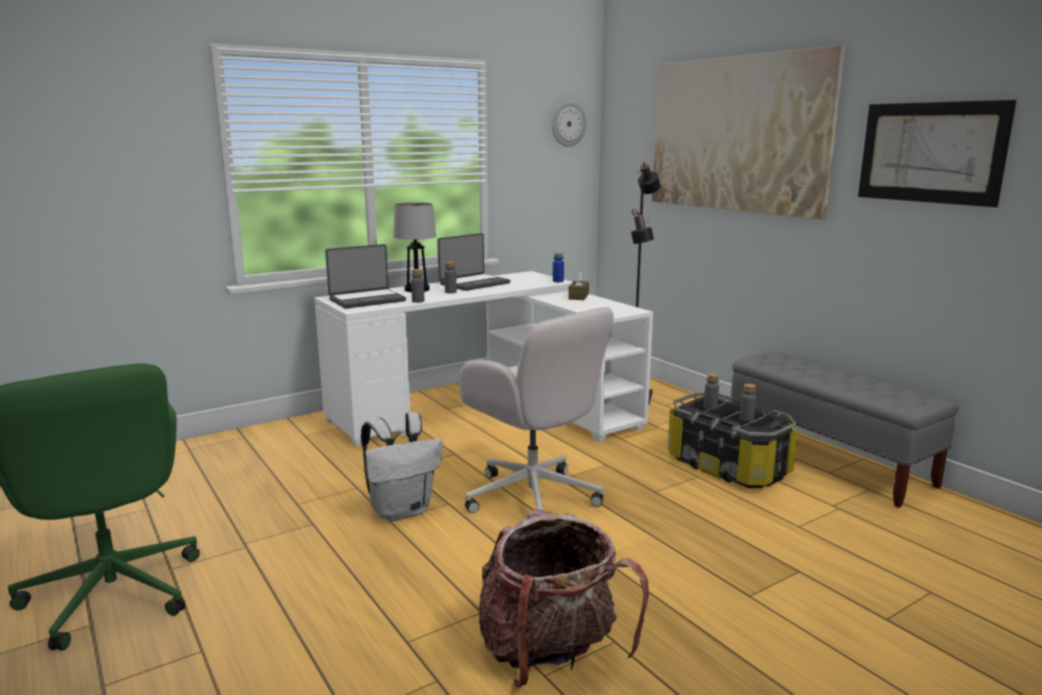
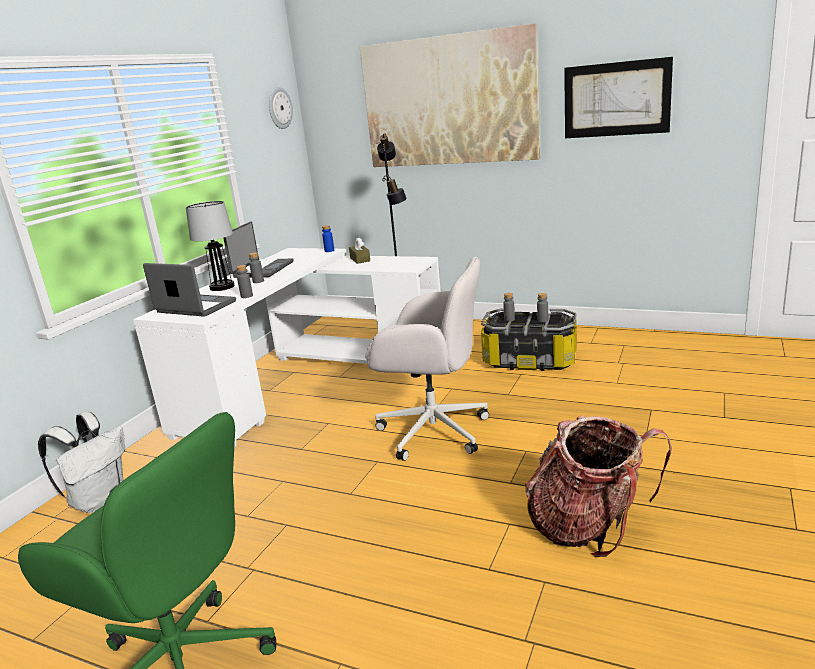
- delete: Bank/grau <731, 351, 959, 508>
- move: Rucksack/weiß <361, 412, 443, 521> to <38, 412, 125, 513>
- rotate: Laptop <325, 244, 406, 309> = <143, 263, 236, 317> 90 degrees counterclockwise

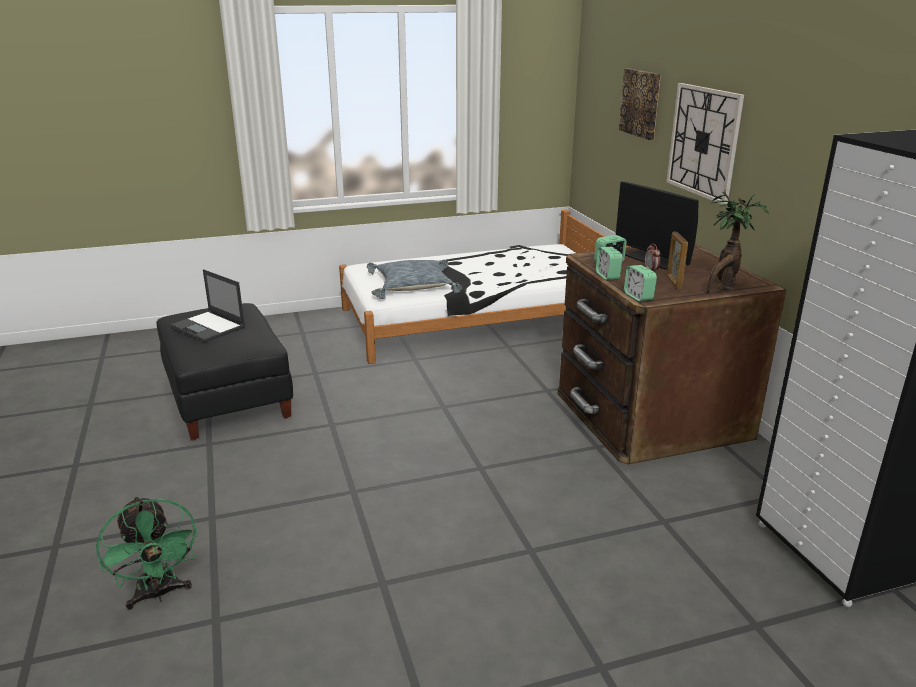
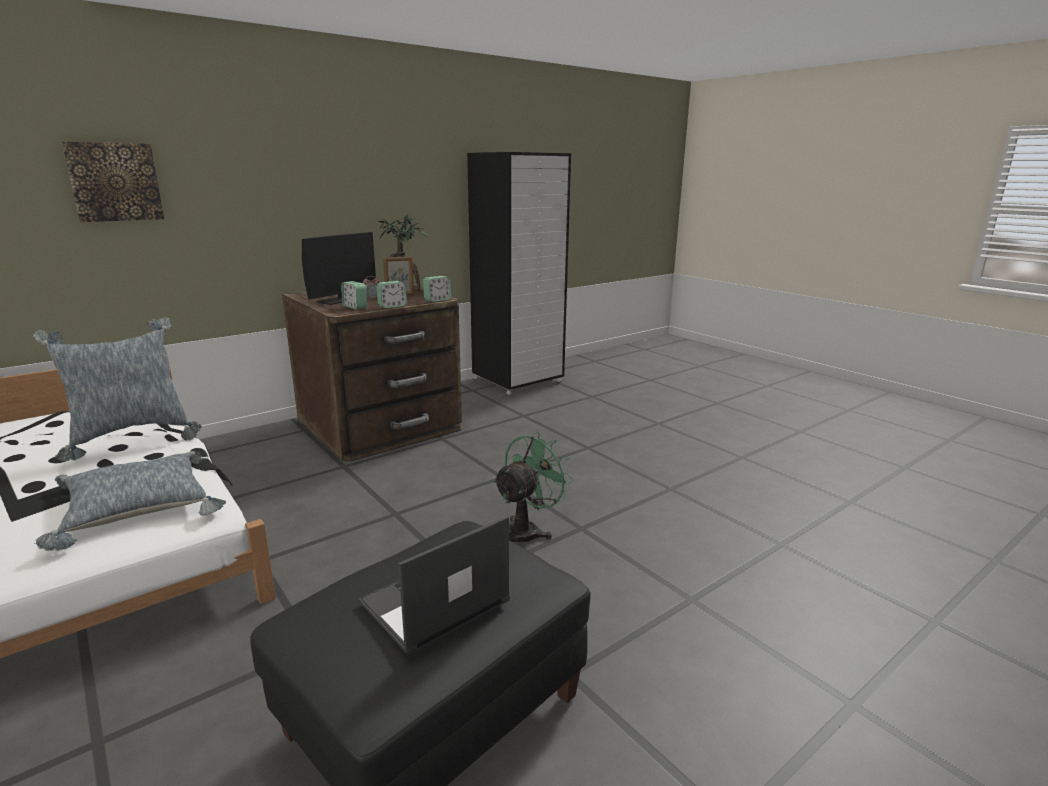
- delete: Wanduhr <666, 83, 744, 205>
- insert: Kissen <32, 317, 202, 461>
- move: Ventilator/grün <96, 496, 198, 610> to <493, 432, 574, 543>
- rotate: Laptop <170, 269, 245, 342> = <358, 516, 510, 656> 150 degrees counterclockwise

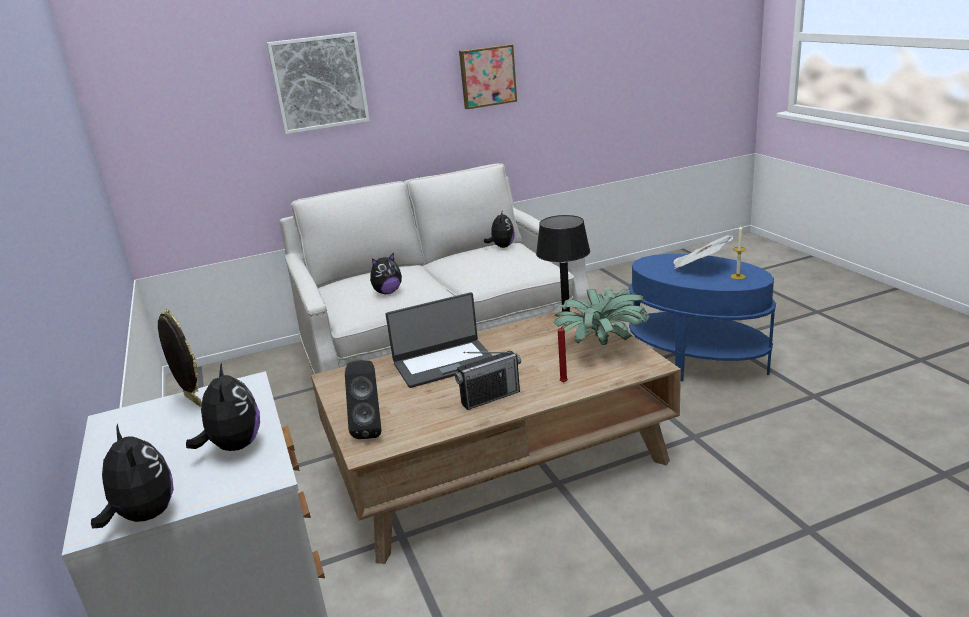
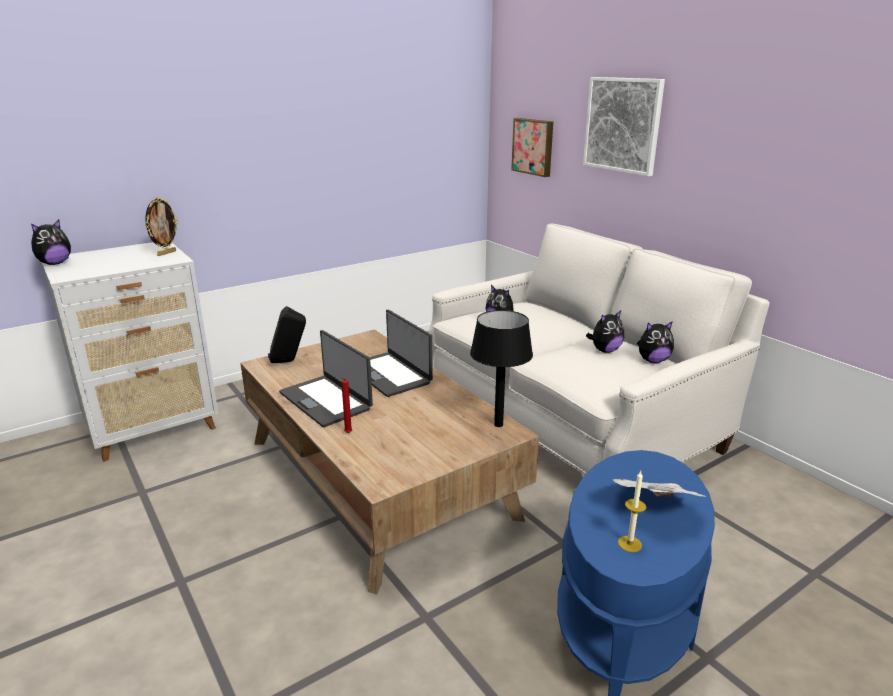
- delete: Topfpflanze <552, 288, 650, 345>
- move: Plüschtier <186, 362, 260, 451> to <586, 311, 624, 353>
- move: Bild <459, 44, 517, 109> to <511, 118, 553, 177>
- replace: Radio <455, 351, 521, 410> to Laptop <279, 330, 373, 427>

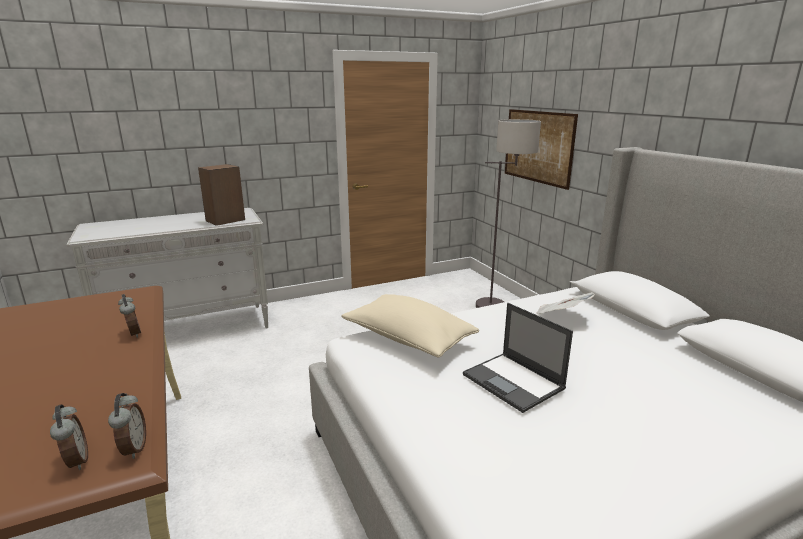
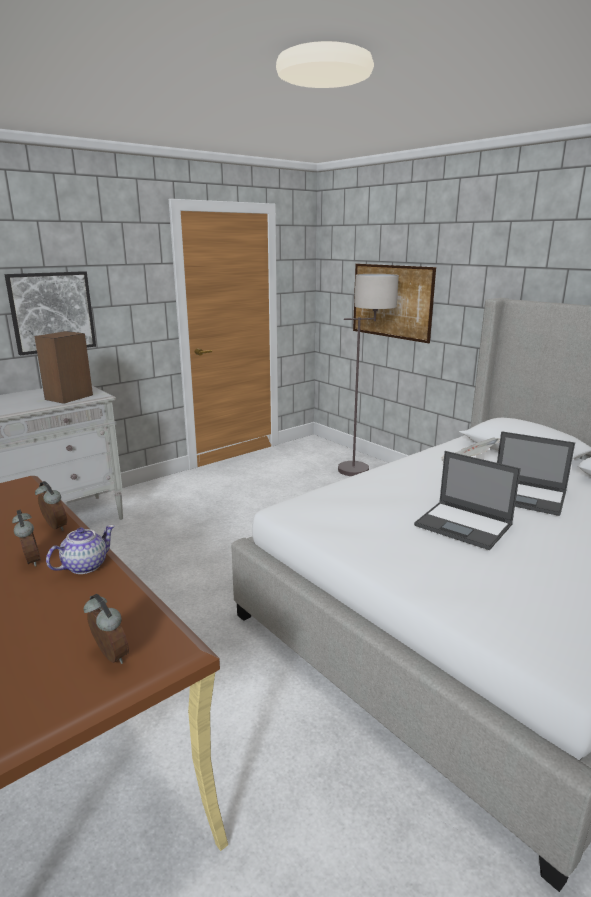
- delete: Kissen/beige <341, 294, 479, 357>
- insert: Bild <4, 271, 96, 355>
- insert: Teekanne <46, 525, 115, 574>
- insert: Laptop <497, 431, 575, 516>
- move: Wecker <108, 393, 146, 459> to <12, 510, 41, 567>

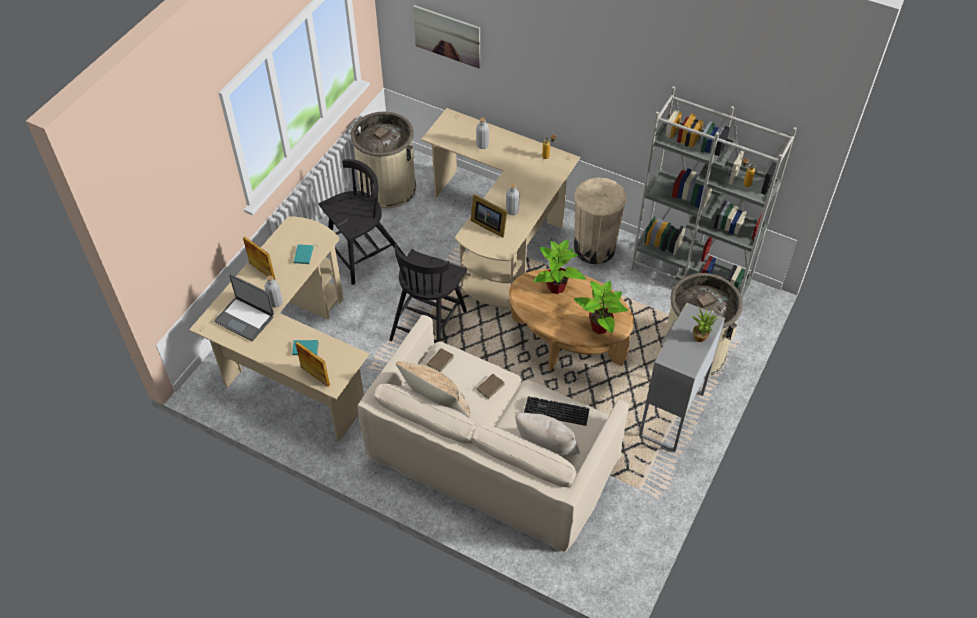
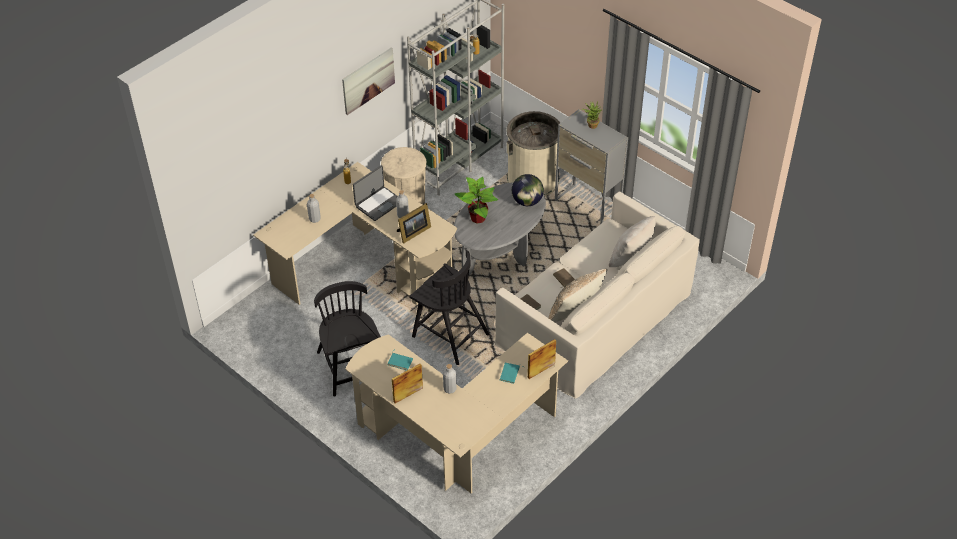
- delete: Mülleimer/beige <350, 112, 416, 208>
- delete: Tastatur <524, 396, 590, 426>
- move: Laptop <214, 274, 274, 341> to <353, 165, 397, 221>
- move: Bild <413, 5, 480, 68> to <342, 48, 395, 115>
- replace: Topfpflanze <574, 281, 628, 334> to Globus <512, 174, 544, 206>
- recolor: Couchtisch/braun <509, 269, 634, 370> to Couchtisch/grau <454, 182, 546, 275>

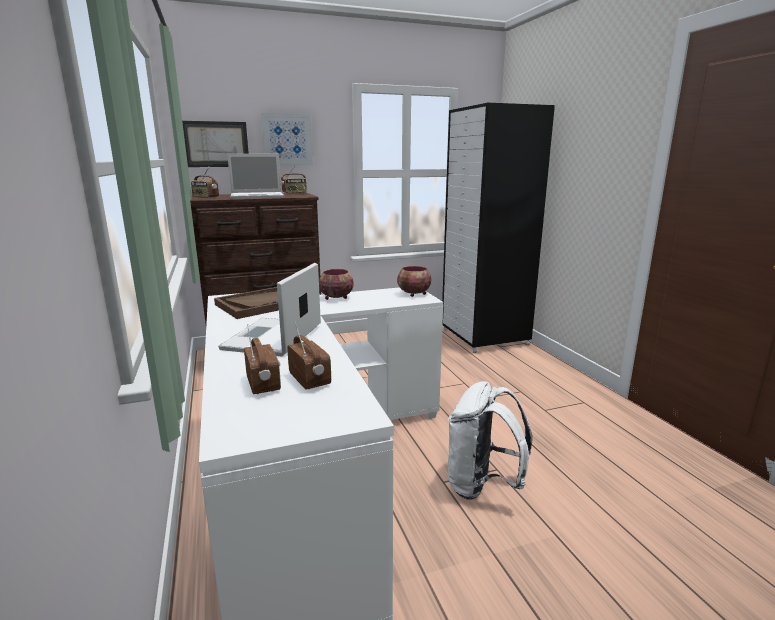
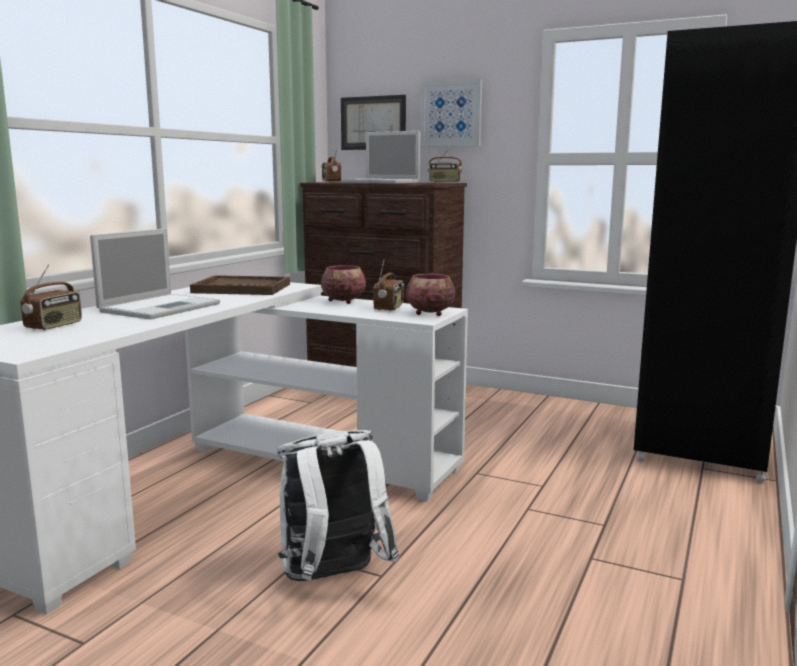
- move: Radio <287, 323, 331, 390> to <374, 261, 404, 311>
- rotate: Laptop <218, 263, 321, 356> = <90, 228, 220, 320> 150 degrees clockwise

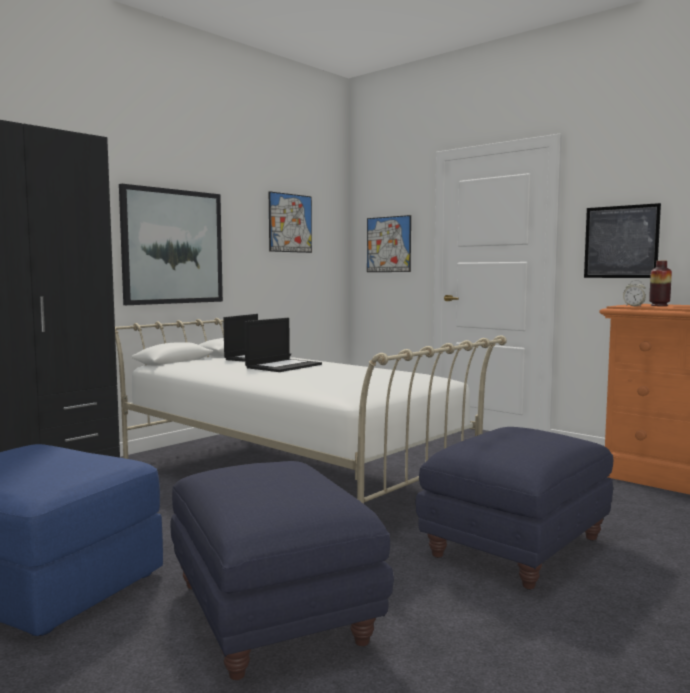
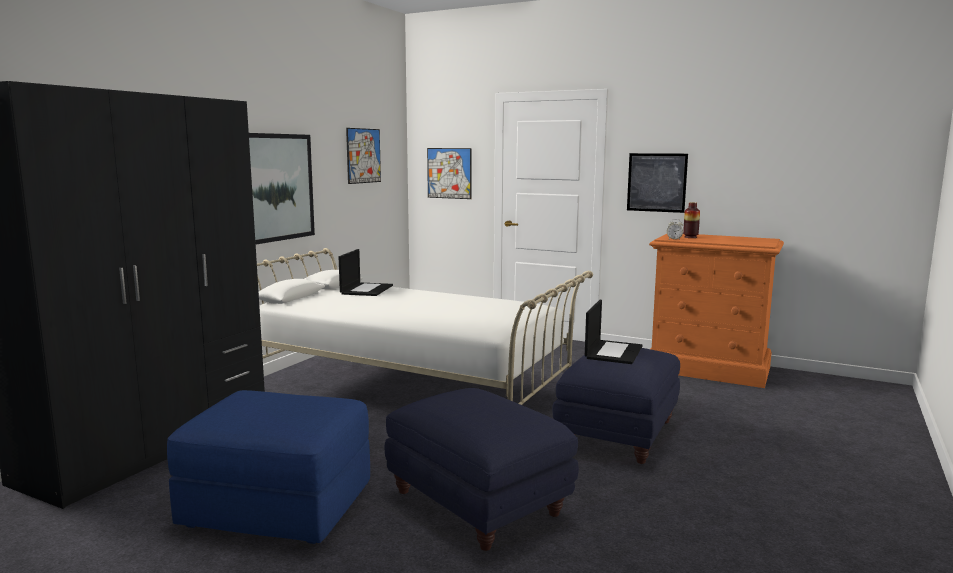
- move: Laptop <244, 318, 322, 372> to <585, 300, 643, 364>

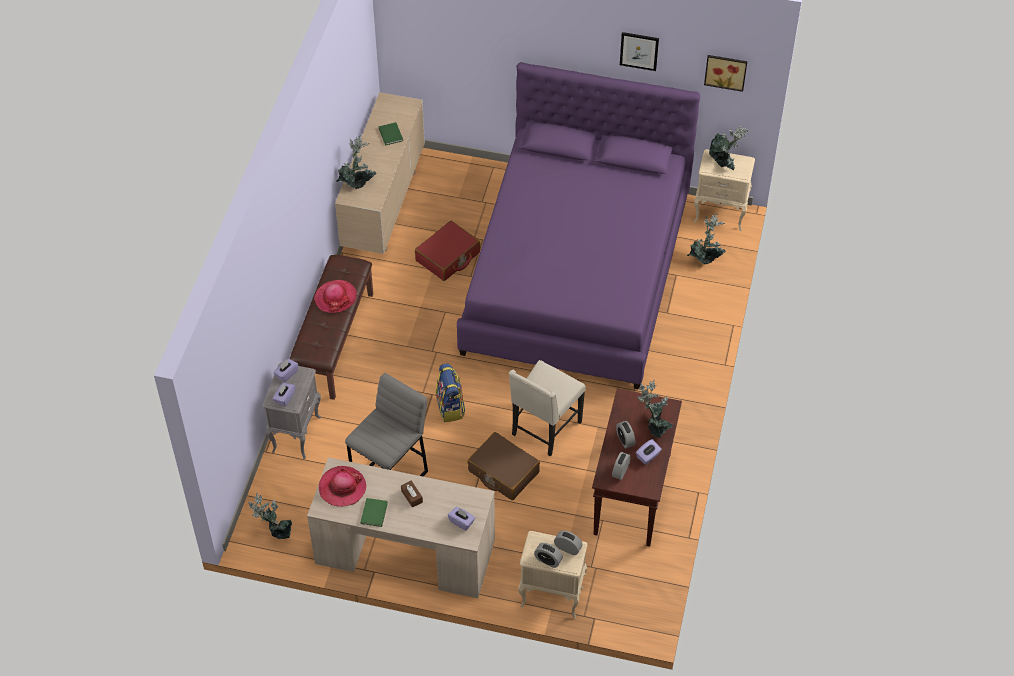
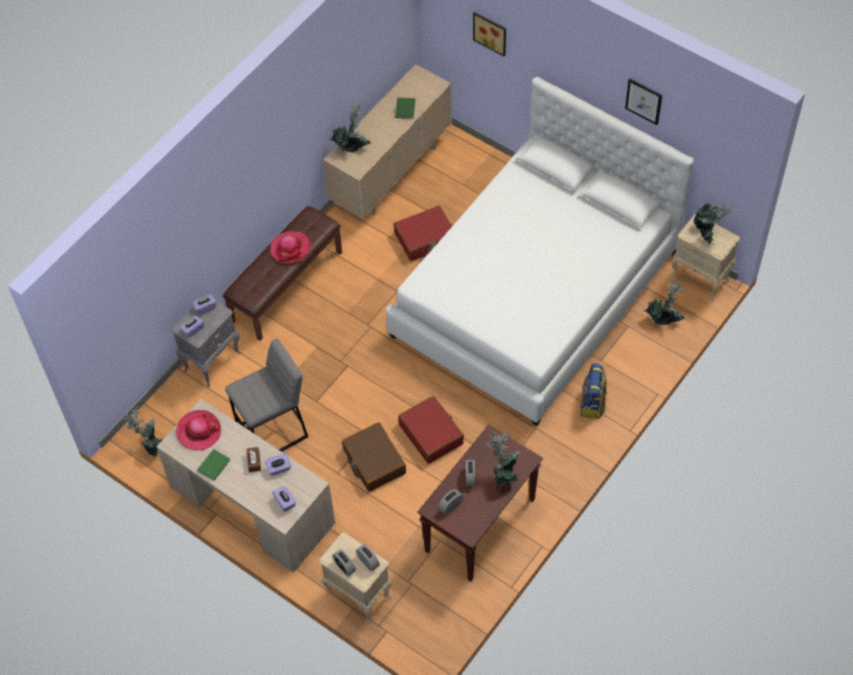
- move: Rucksack <435, 364, 465, 422> to <580, 363, 607, 419>
- move: Taschentuchbox/lila <636, 439, 662, 465> to <265, 454, 291, 476>
- move: Bild <704, 55, 747, 92> to <473, 12, 506, 56>
- replace: Stuhl/beige <509, 360, 586, 457> to Koffer/rot <398, 396, 464, 464>
- recolor: Bett/lila <457, 62, 700, 389> to Bett/weiß <386, 77, 694, 426>

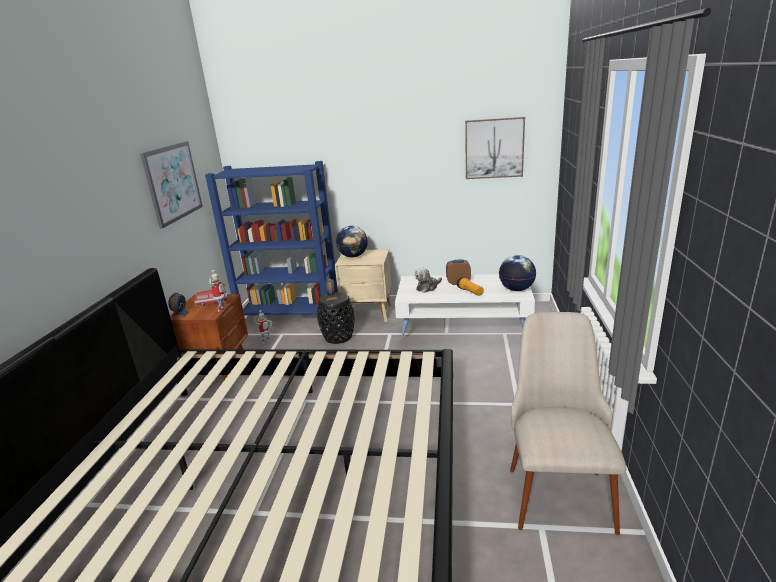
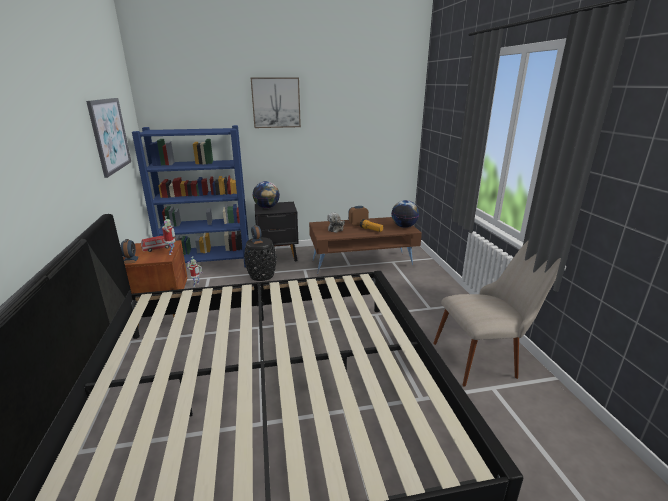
- move: Bild <465, 117, 525, 179> to <250, 77, 301, 128>
- recolor: Nachttisch/beige <335, 249, 392, 322> to Nachttisch/schwarz <255, 202, 299, 262>
- recolor: Couchtisch/weiß <395, 274, 535, 341> to Couchtisch/braun <309, 217, 422, 275>
- rotate: Stuhl/beige <510, 312, 626, 535> = <433, 240, 561, 387> 90 degrees clockwise

